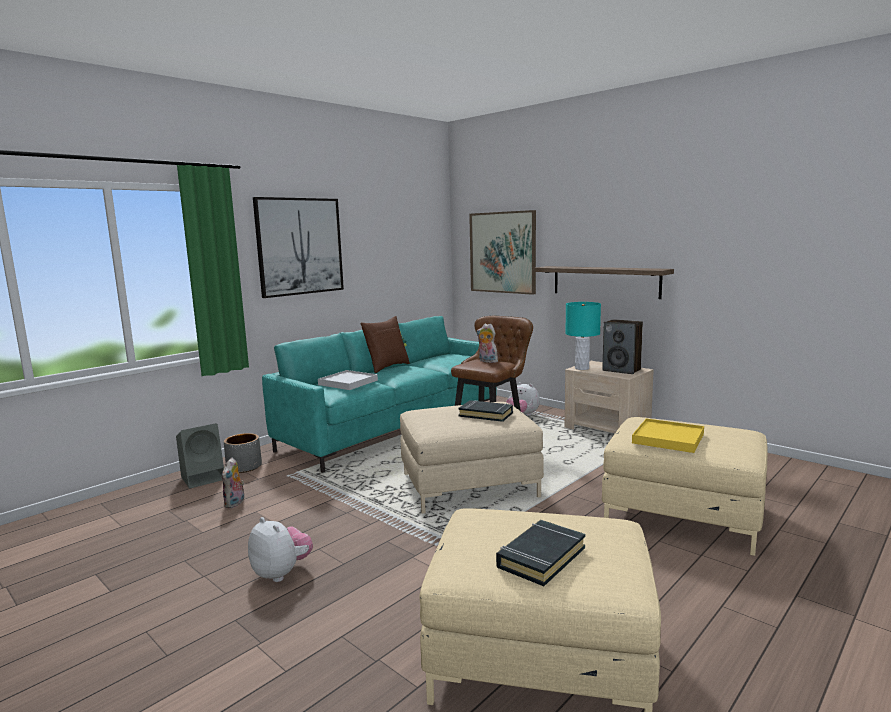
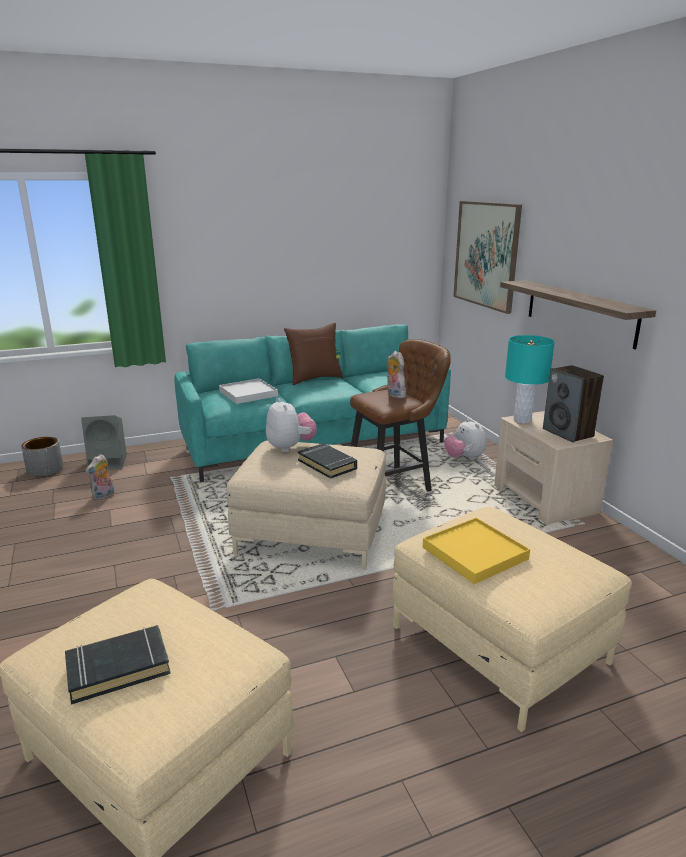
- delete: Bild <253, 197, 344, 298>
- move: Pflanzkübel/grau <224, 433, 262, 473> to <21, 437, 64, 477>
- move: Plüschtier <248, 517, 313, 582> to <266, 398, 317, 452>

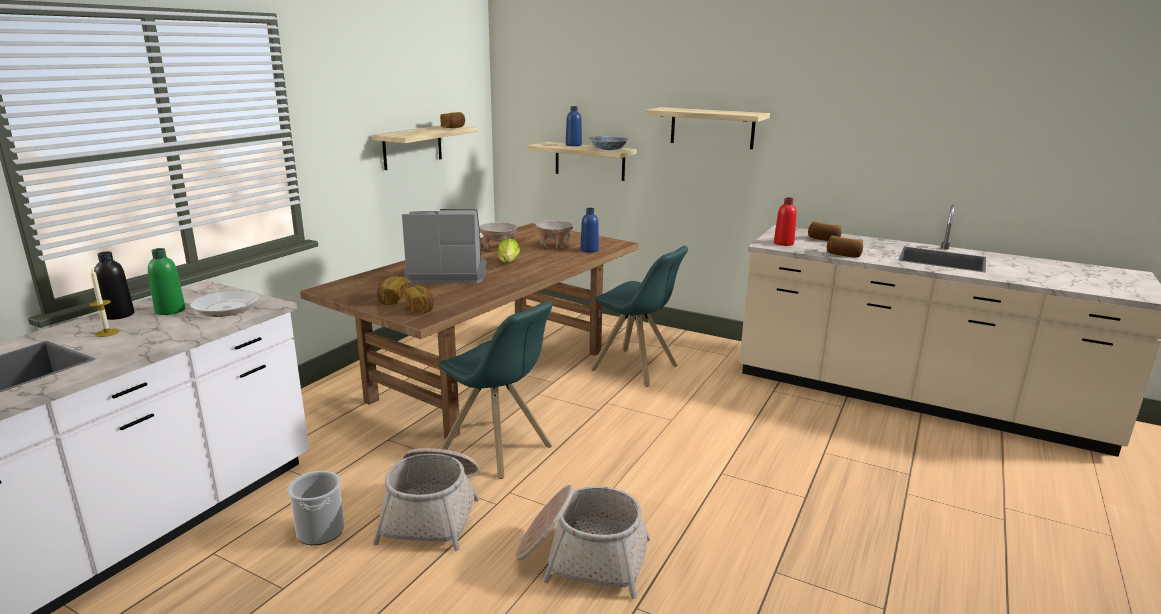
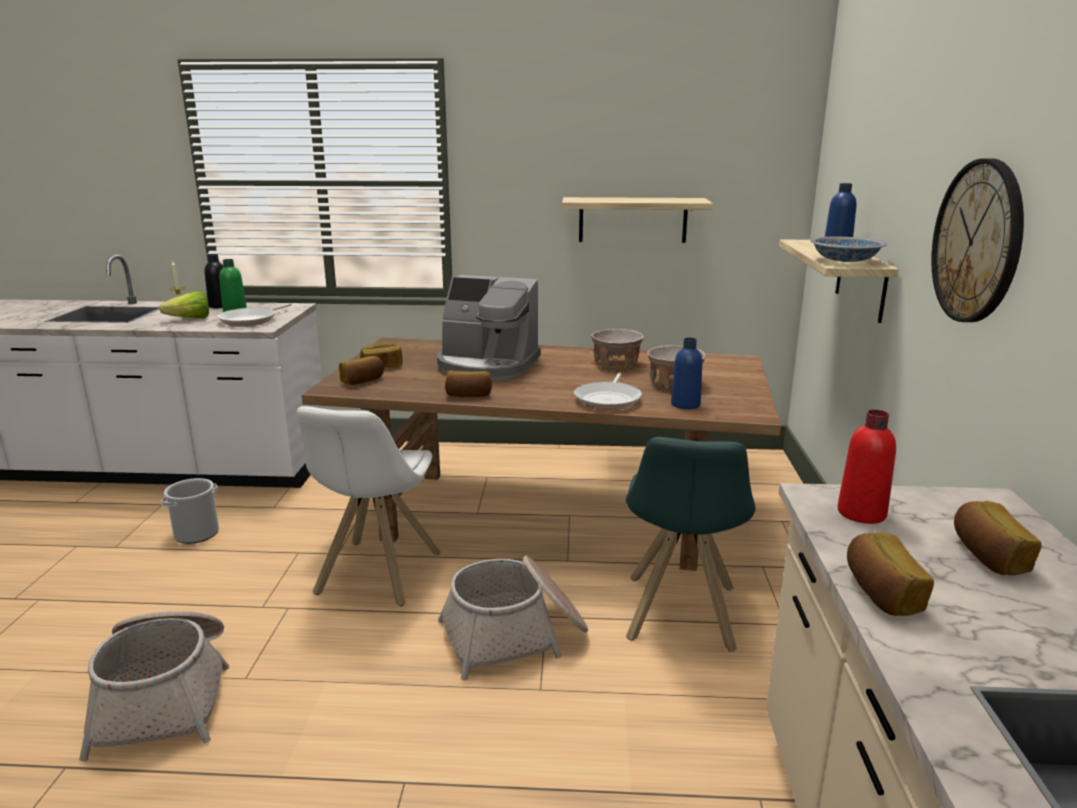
- insert: Pfanne <574, 373, 642, 410>
- move: Korb <373, 448, 479, 551> to <438, 556, 588, 680>
- move: Brot <440, 112, 465, 128> to <445, 371, 492, 397>
- move: Salatkopf <498, 238, 520, 262> to <159, 291, 209, 319>
- replace: Wandregal <645, 107, 770, 149> to Wanduhr <931, 158, 1024, 322>
- recolor: Stuhl/türkis <439, 301, 552, 479> to Stuhl/weiß <296, 406, 441, 606>
- rotate: Kaffeemaschine <402, 209, 487, 284> = <437, 275, 541, 381> 135 degrees clockwise

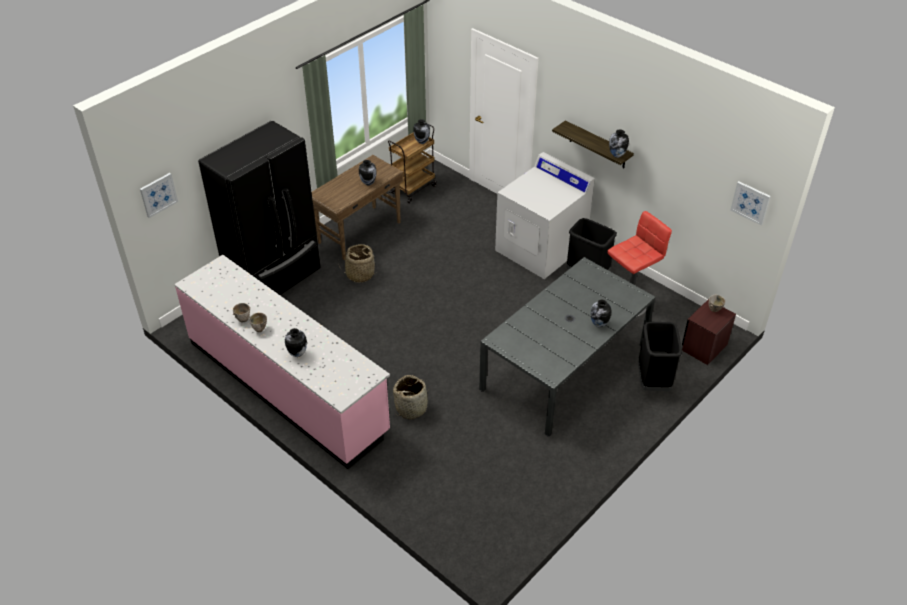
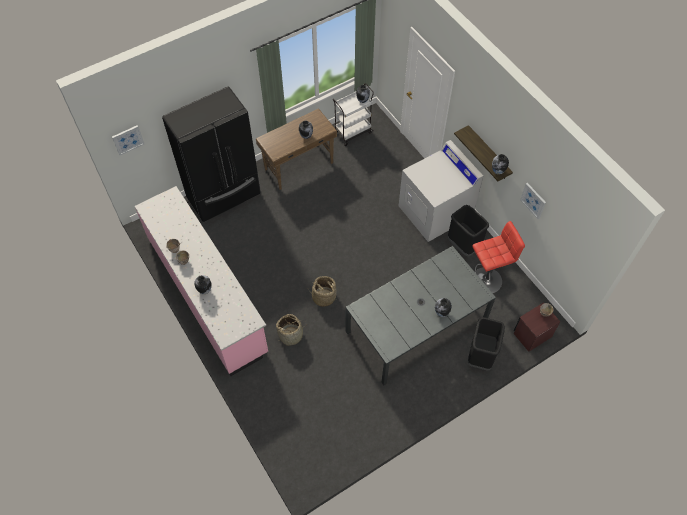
- move: Korb <339, 244, 378, 283> to <308, 276, 337, 307>
- move: Bild <730, 181, 771, 225> to <520, 183, 546, 219>
- recolor: Rollwagen/braun <388, 124, 438, 204> to Rollwagen/weiß <333, 83, 374, 146>

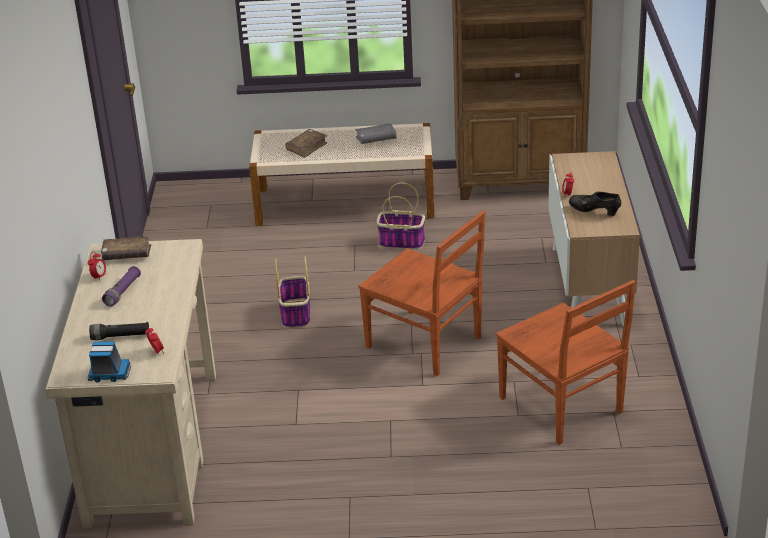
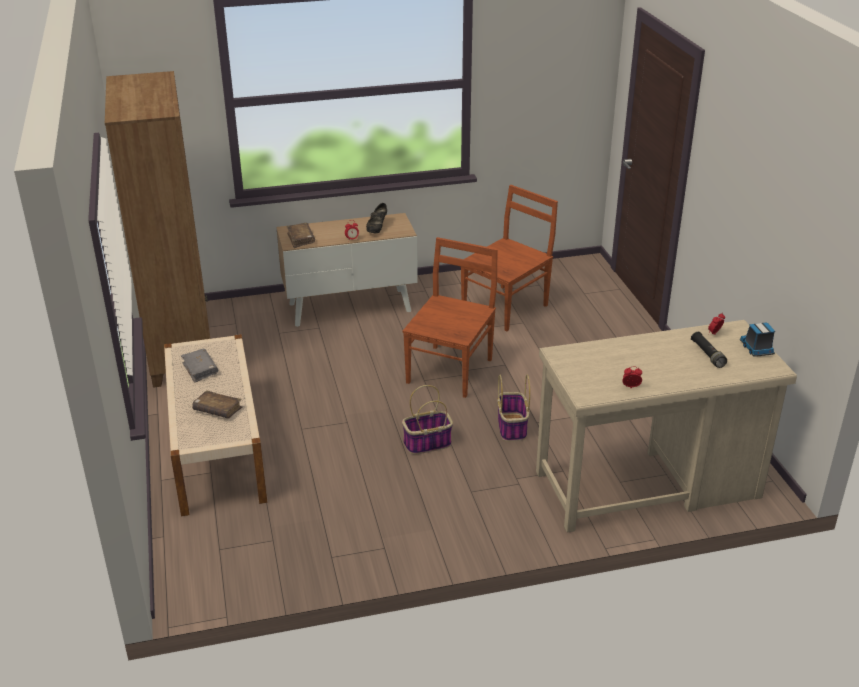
- delete: Taschenlampe/lila <102, 266, 141, 307>
- move: Buch/braun <101, 235, 151, 261> to <286, 223, 315, 248>
- move: Korb <377, 183, 425, 250> to <497, 374, 530, 441>

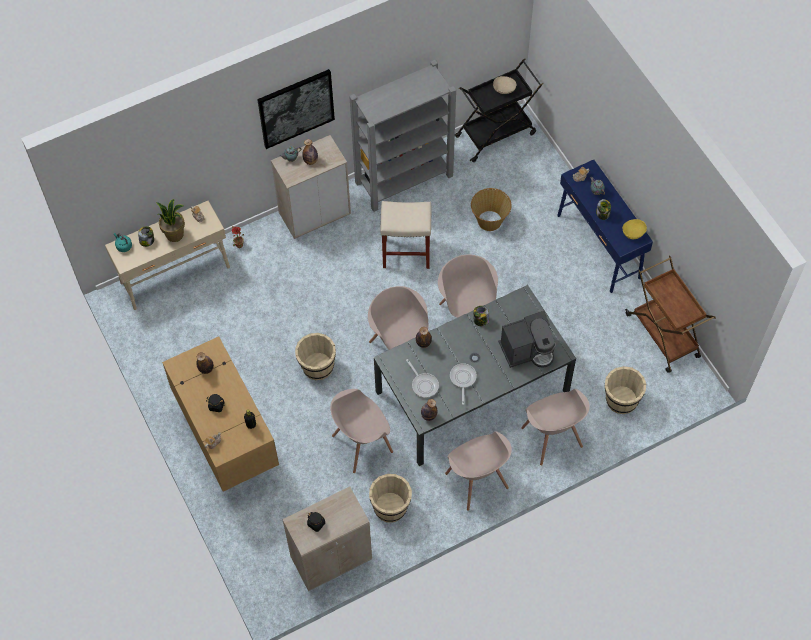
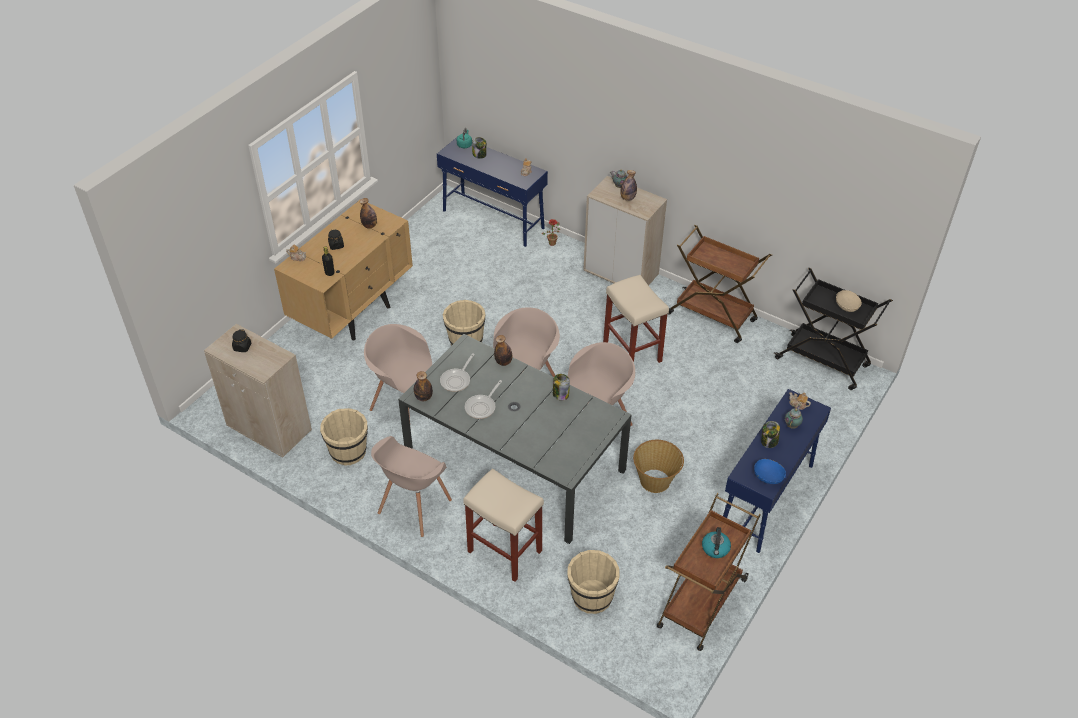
- delete: Topfpflanze <156, 199, 185, 242>
- delete: Bild <257, 69, 335, 149>
- delete: Kaffeemaschine <499, 311, 556, 368>
- insert: Wasserkessel <702, 527, 731, 558>
- move: Korb <471, 188, 511, 231> to <633, 440, 684, 493>
- replace: Bücherregal/grau <349, 59, 456, 212> to Rollwagen/braun <668, 225, 772, 343>
- replace: Stuhl/beige <521, 389, 590, 465> to Hocker/beige <463, 468, 544, 582>
- recolor: Konsolentisch/beige <105, 201, 230, 310> to Konsolentisch/blau <437, 137, 548, 247>
- recolor: Schüssel/gelb <623, 219, 647, 239> to Schüssel/blau <754, 459, 786, 484>
- rotate: Pfanne <450, 363, 477, 405> = <465, 380, 502, 419> 150 degrees clockwise

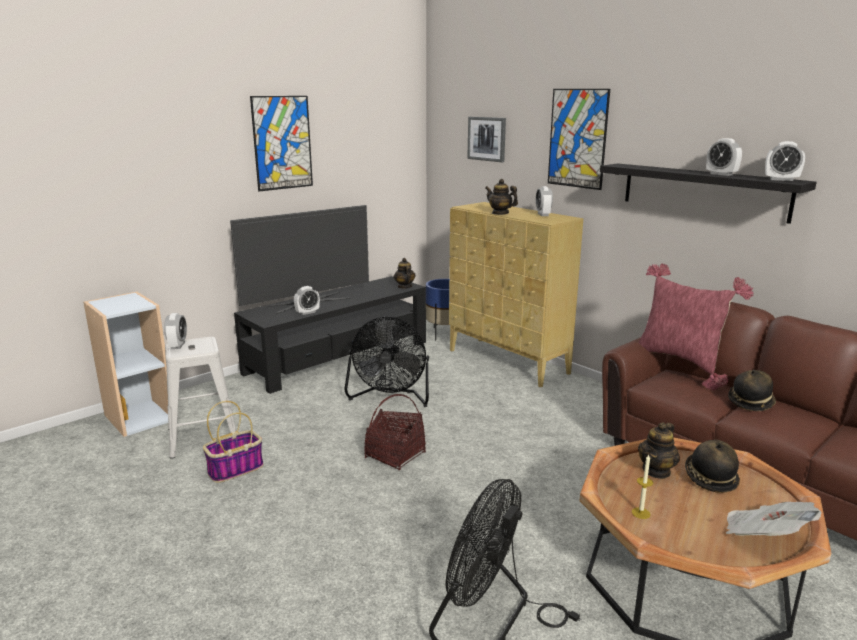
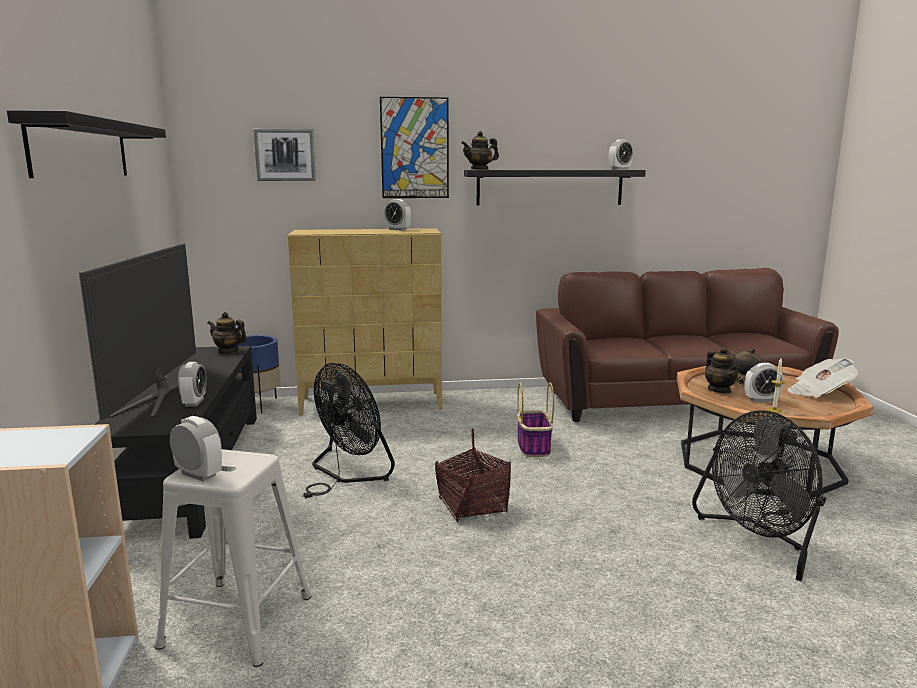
- delete: Kissen/rot <638, 263, 754, 391>
- delete: Hut <728, 370, 776, 411>
- move: Korb <203, 401, 263, 483> to <517, 382, 554, 457>
- move: Teekanne <485, 179, 518, 215> to <461, 131, 499, 170>
- move: Wecker <706, 138, 742, 176> to <745, 363, 784, 402>
- replace: Bild <250, 96, 313, 191> to Wandregal/schwarz <7, 110, 166, 178>
- rotate: Ventilator/schwarz <345, 317, 429, 407> = <302, 363, 395, 498> 90 degrees counterclockwise

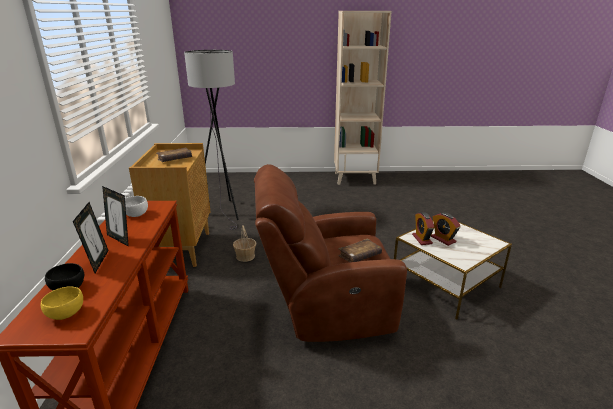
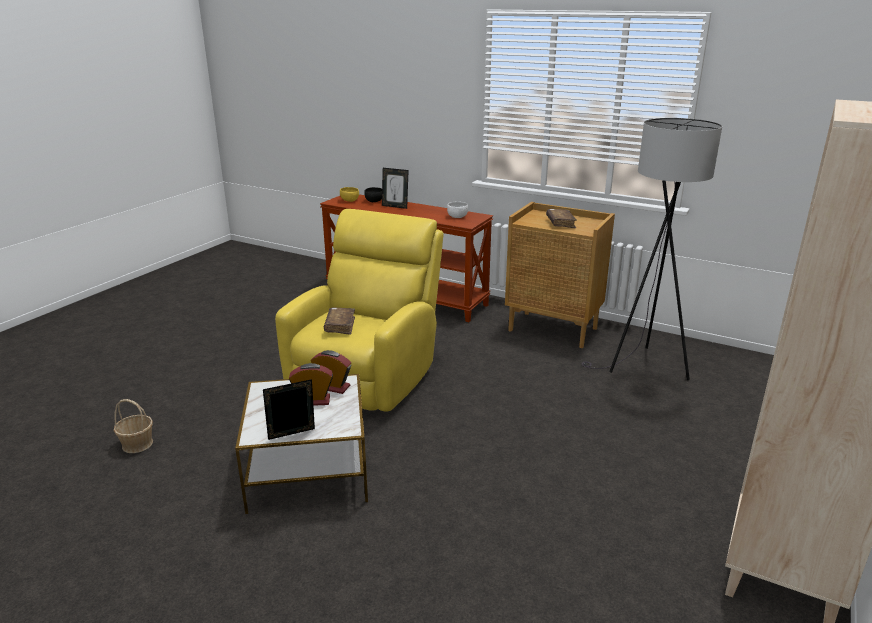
- move: Bilderrahmen <102, 186, 129, 247> to <263, 379, 315, 440>
- move: Korb <233, 225, 256, 262> to <114, 399, 153, 453>
- recolor: Sessel/braun <254, 164, 407, 342> to Sessel/gelb <275, 209, 444, 412>

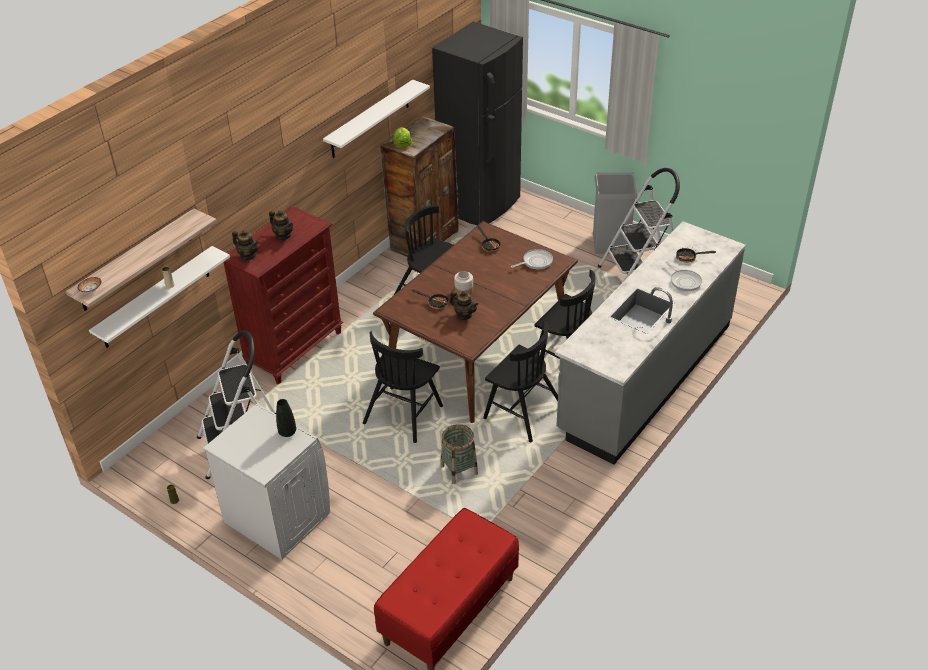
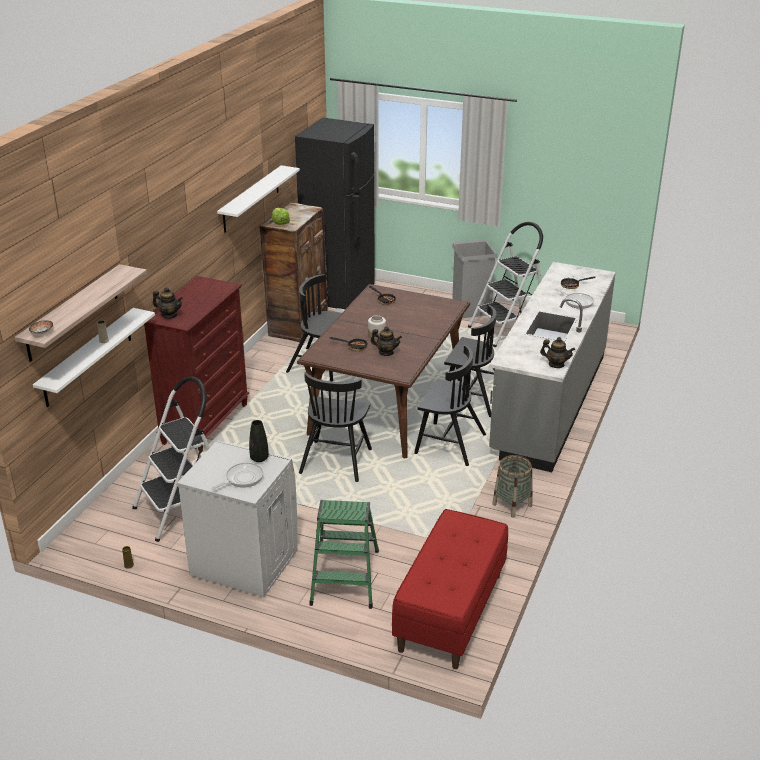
- insert: Trittleiter/grün <309, 500, 379, 609>
- move: Teekanne <269, 211, 293, 240> to <540, 337, 575, 368>
- move: Korb <440, 424, 478, 484> to <492, 455, 533, 518>
- move: Pfanne <511, 249, 553, 269> to <212, 462, 264, 489>

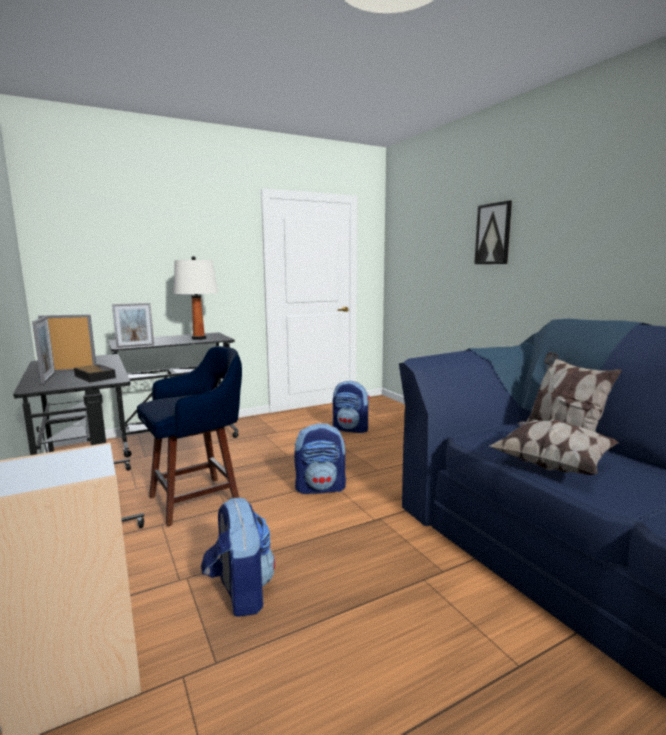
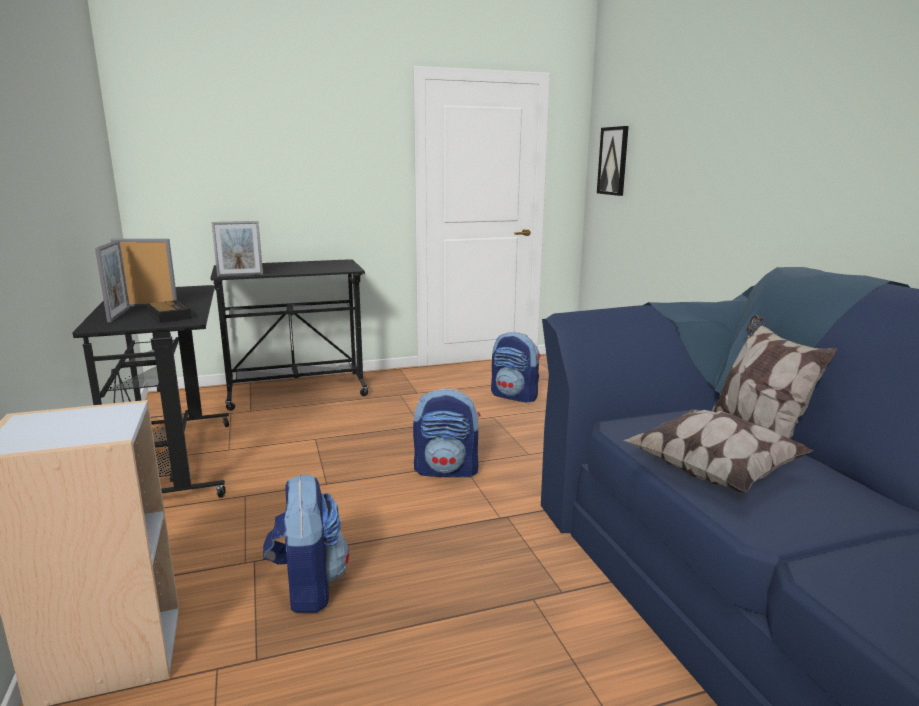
- delete: Hocker/blau <137, 346, 242, 526>
- delete: Tischlampe/weiß <173, 256, 218, 340>
- move: Bild <474, 201, 512, 264> to <597, 126, 629, 196>

